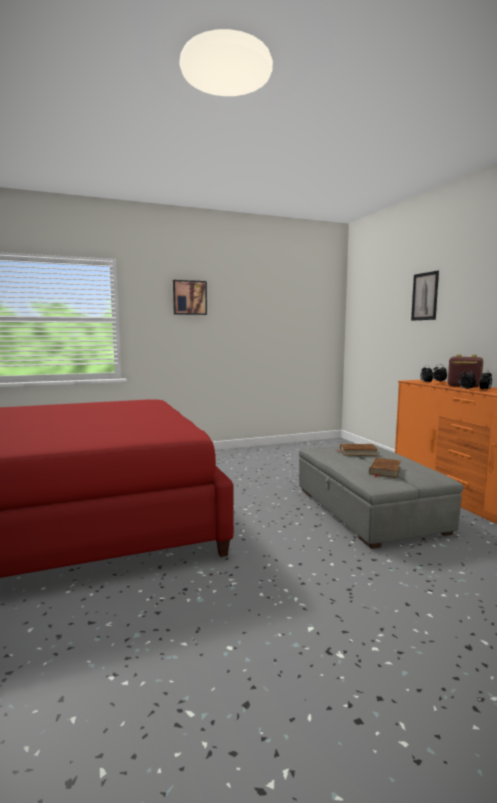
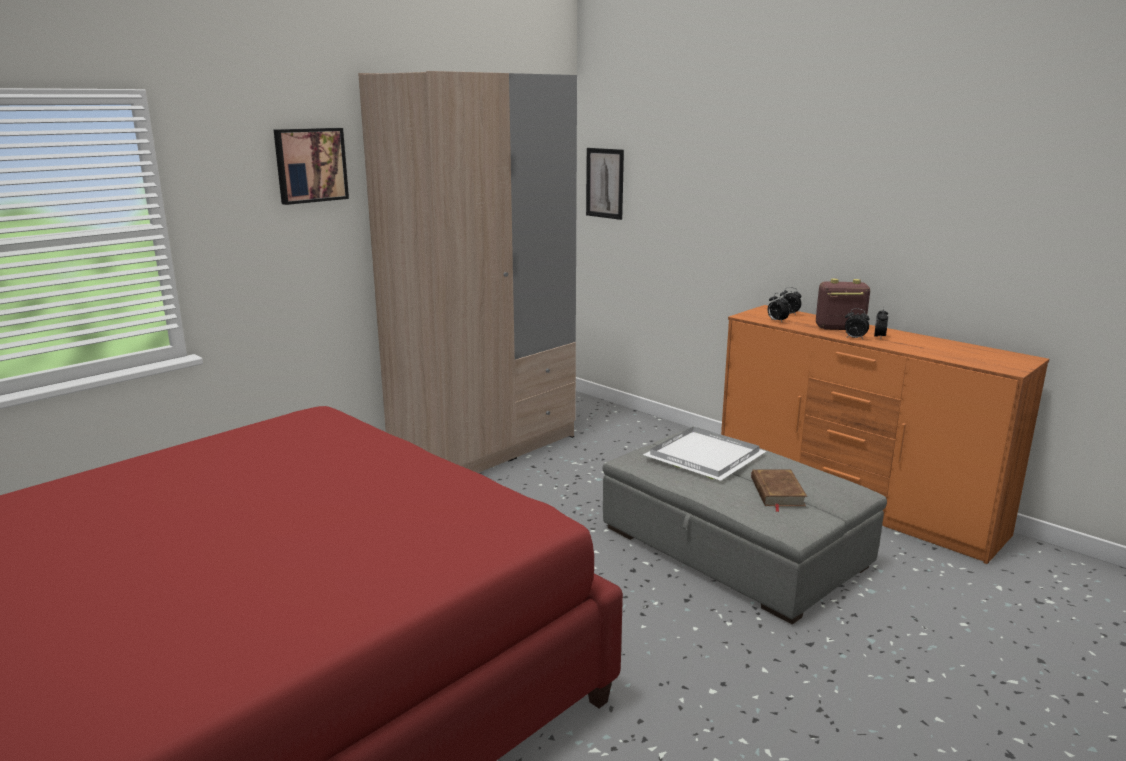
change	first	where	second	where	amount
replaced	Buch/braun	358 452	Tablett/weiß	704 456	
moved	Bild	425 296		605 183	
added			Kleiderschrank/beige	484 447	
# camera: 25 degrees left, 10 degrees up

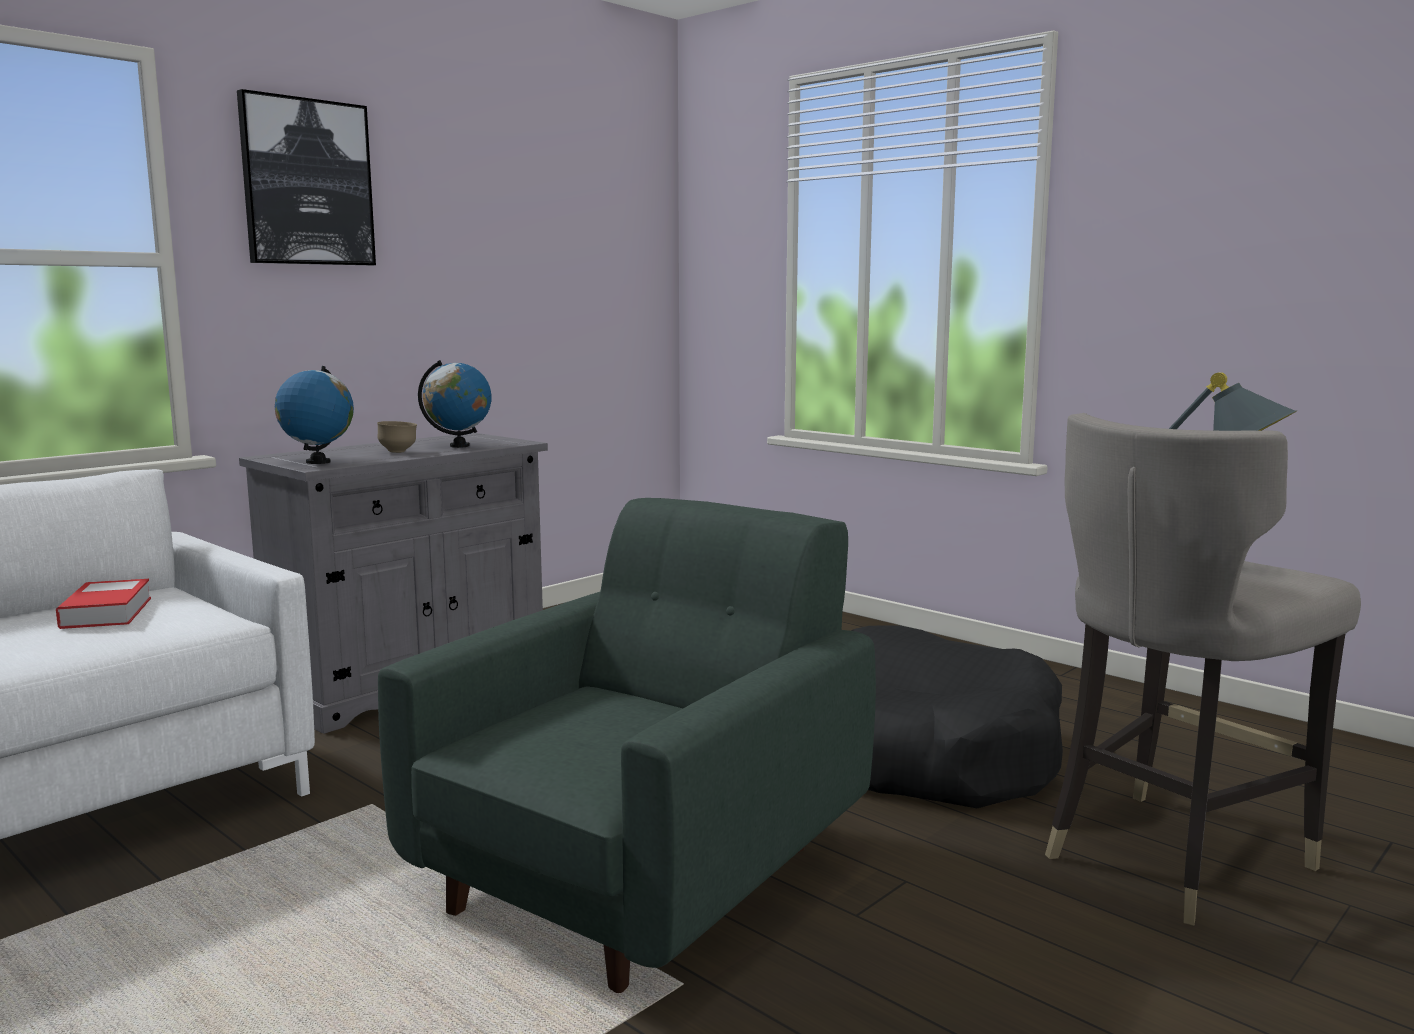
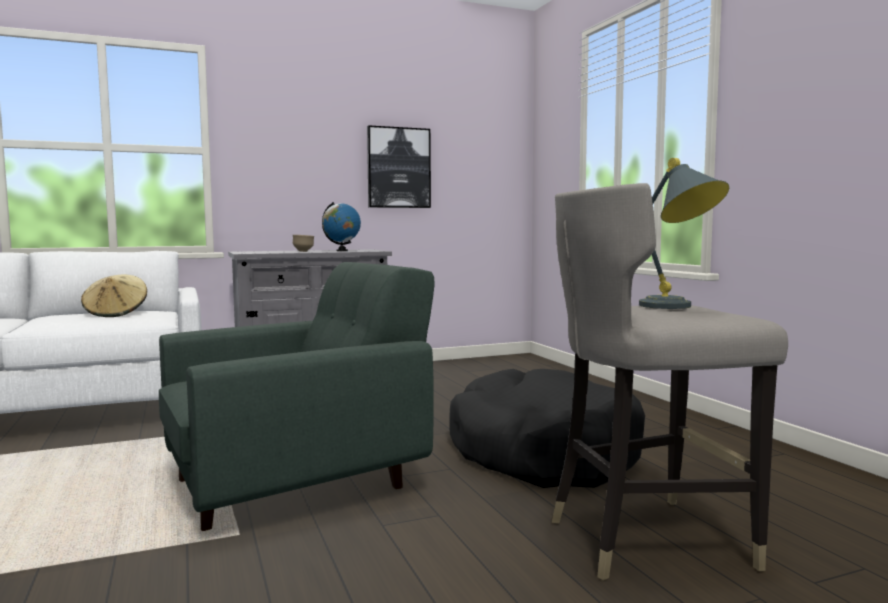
change	first	where	second	where	amount
replaced	Buch	106 613	Hut/beige	116 314	
moved	Bild	307 182		398 168	
removed	Globus	318 462			
# camera: 25 degrees right, 5 degrees down

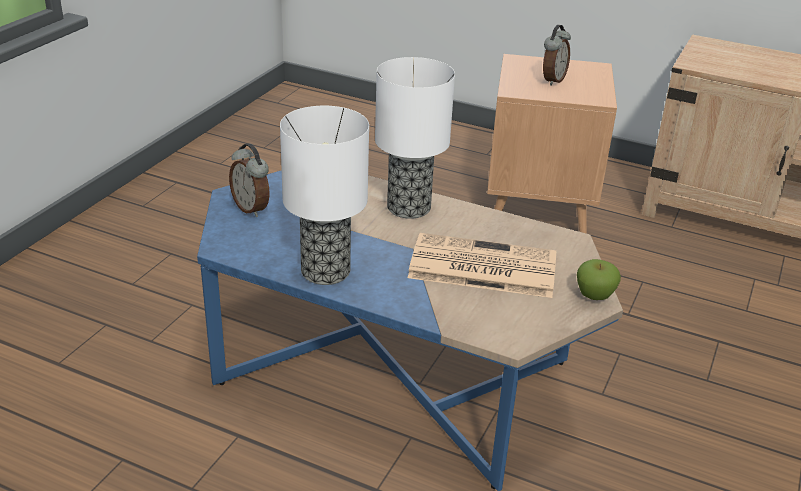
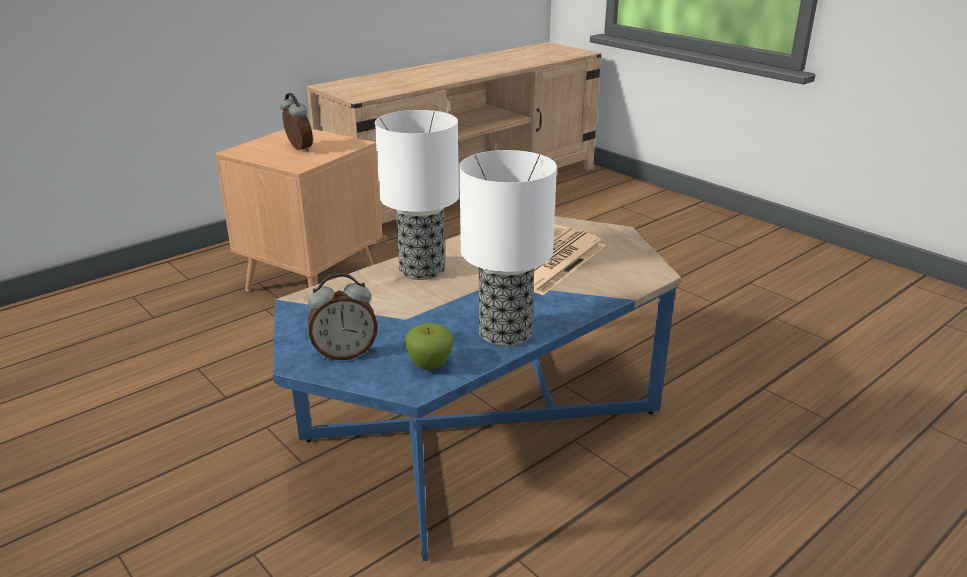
change	first	where	second	where	amount
moved	Apfel	594 296		429 365	
# camera: 65 degrees left, 5 degrees down

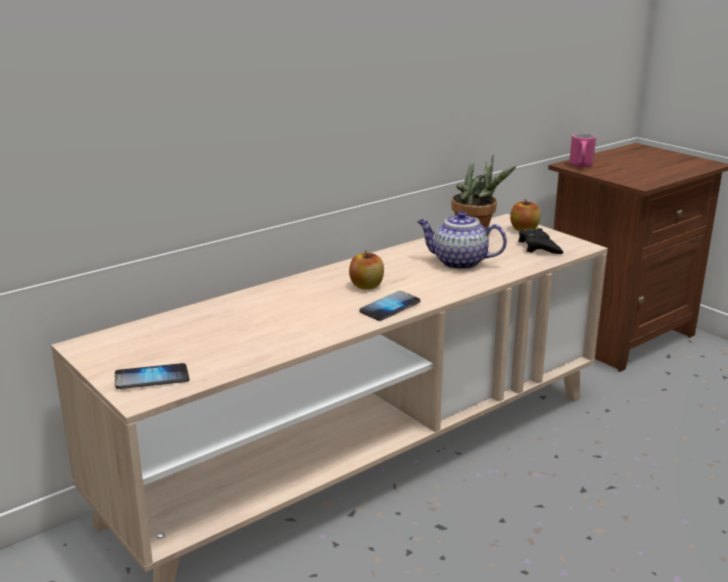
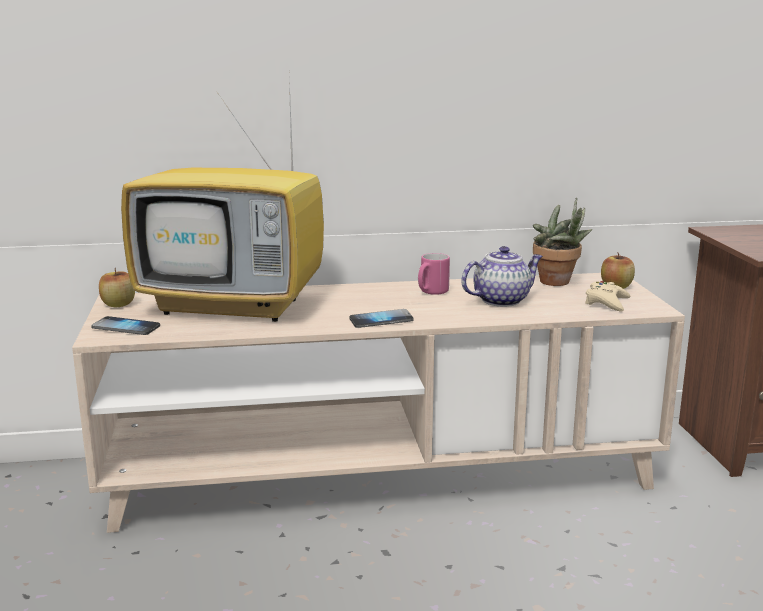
change	first	where	second	where	amount
moved	Apfel	366 286		118 304	
turned	Teekanne	458 263		502 300	105 degrees clockwise
recoloured	Gamepad/schwarz	539 247	Gamepad/beige	606 302	
moved	Henkelbecher/rosa	581 166		431 292	
added			Fernseher	236 306	
# camera: 30 degrees right, 5 degrees down

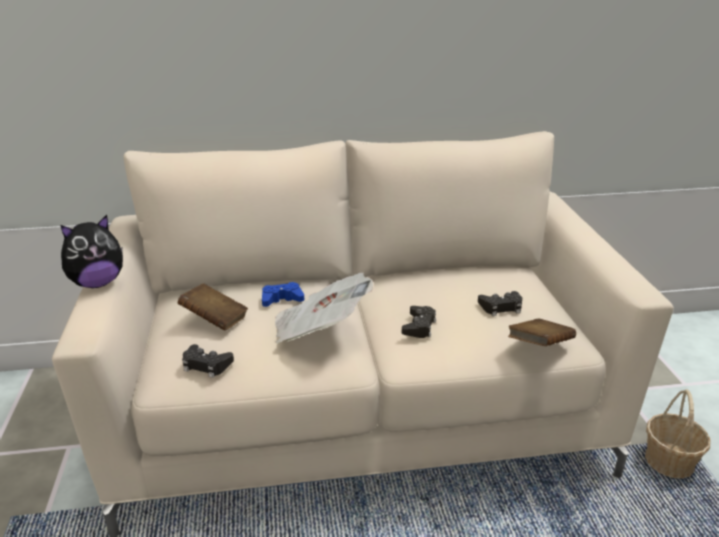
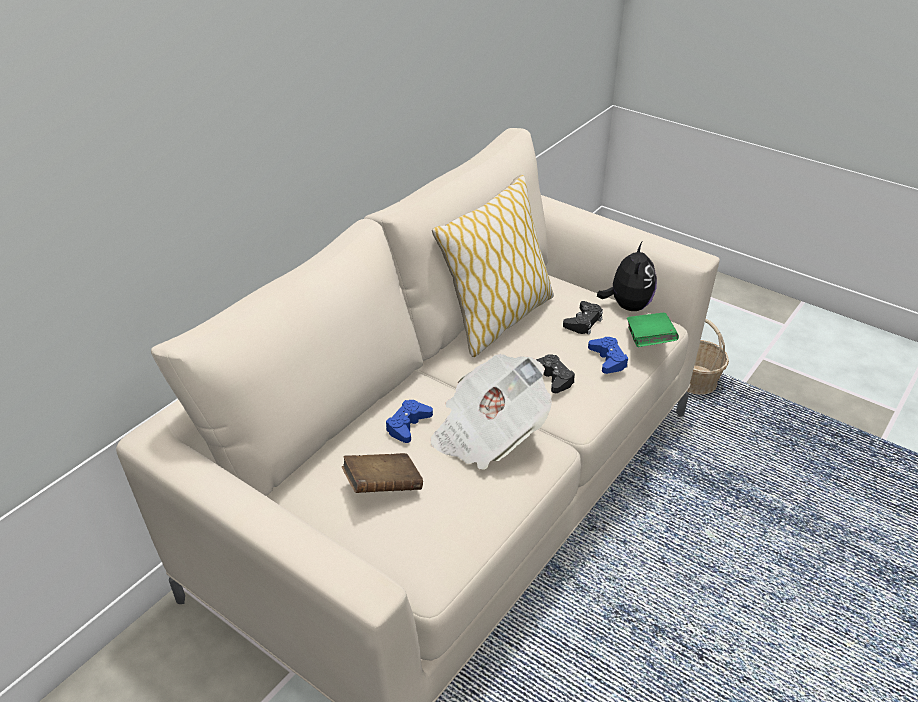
change	first	where	second	where	amount
moved	Plüschtier	97 283		627 306	
removed	Gamepad/schwarz	206 365			
recoloured	Buch/braun	539 346	Buch/grün	649 341	
added			Kissen	497 319	
added			Gamepad/blau	608 359	
# camera: 45 degrees left, 10 degrees up

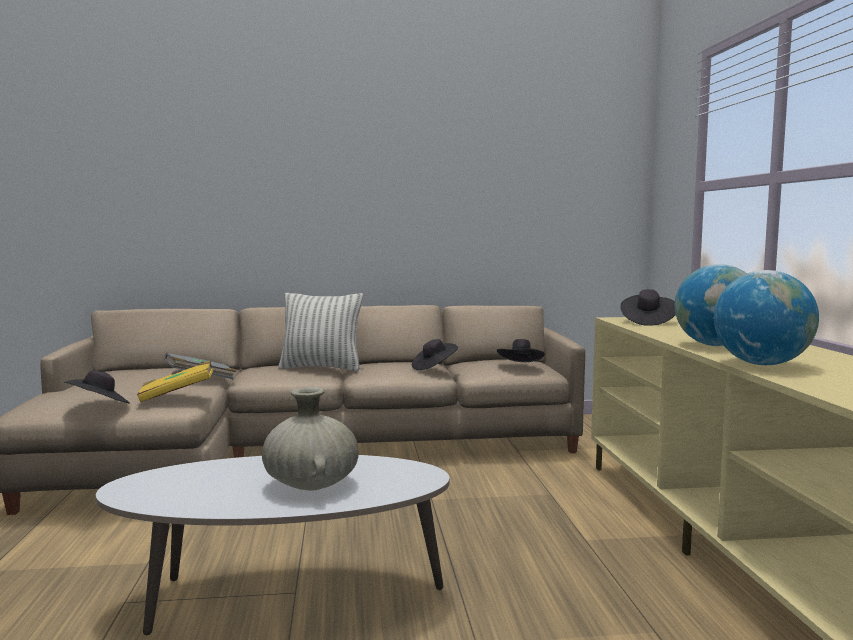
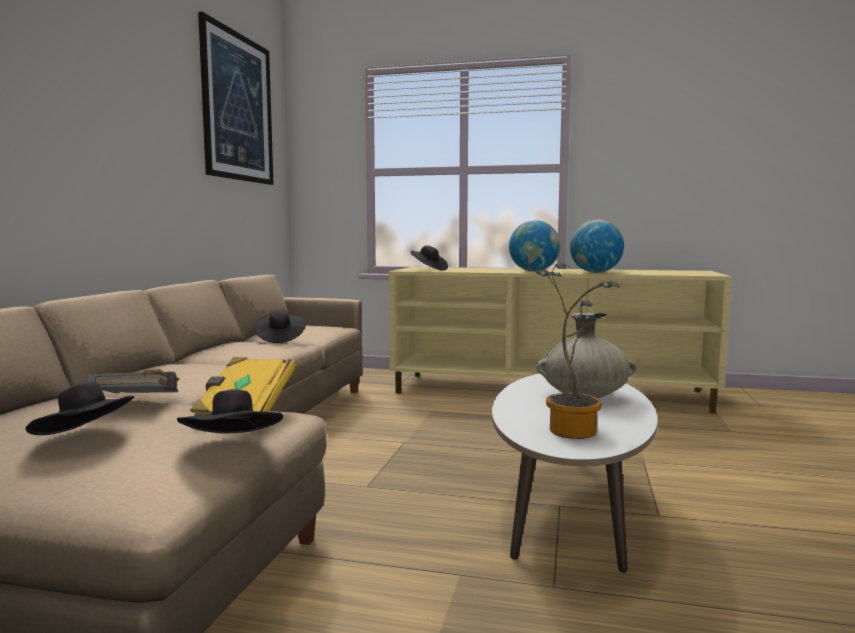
change	first	where	second	where	amount
removed	Kissen	321 368			
moved	Hut/schwarz	520 366		86 439	
added			Bild	237 107	
added			Topfpflanze	575 429	
# camera: 70 degrees left, 0 degrees up

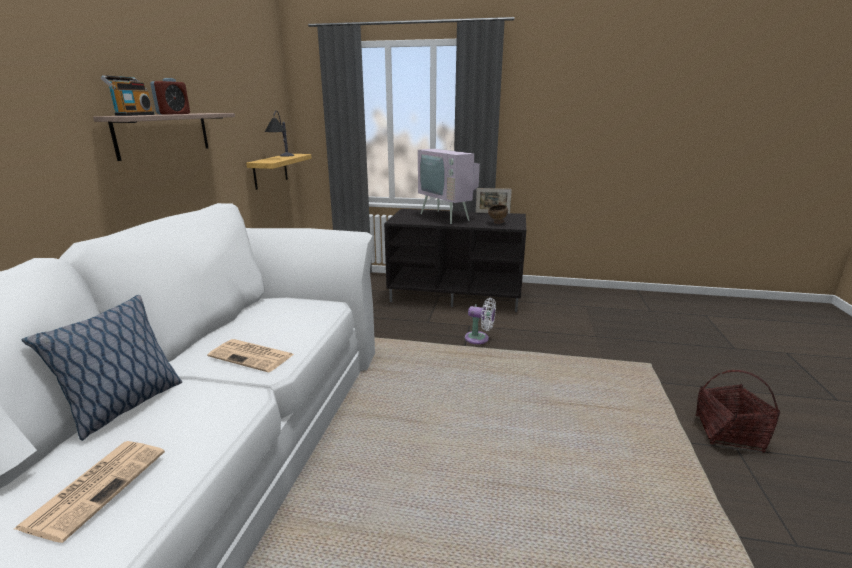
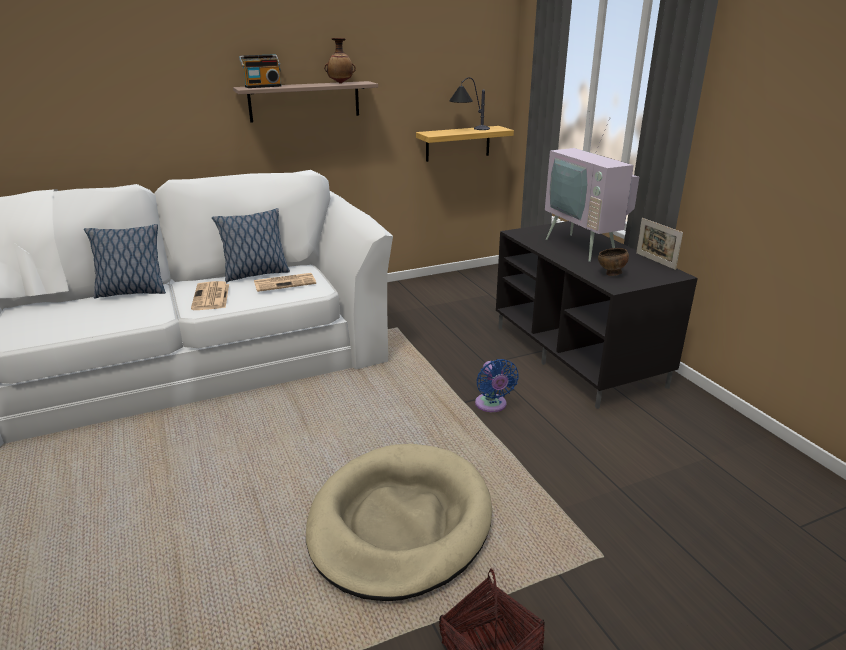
change	first	where	second	where	amount
moved	Zeitung	97 486		285 282	
removed	Wecker	174 114			
turned	Fernseher	448 216		585 246	45 degrees counterclockwise
recoloured	Ventilator/weiß	479 338	Ventilator/blau	492 405	
added			Kissen	255 274	
added			Hundebett/beige	400 523	
added			Vase	340 83	
# camera: 55 degrees right, 5 degrees up

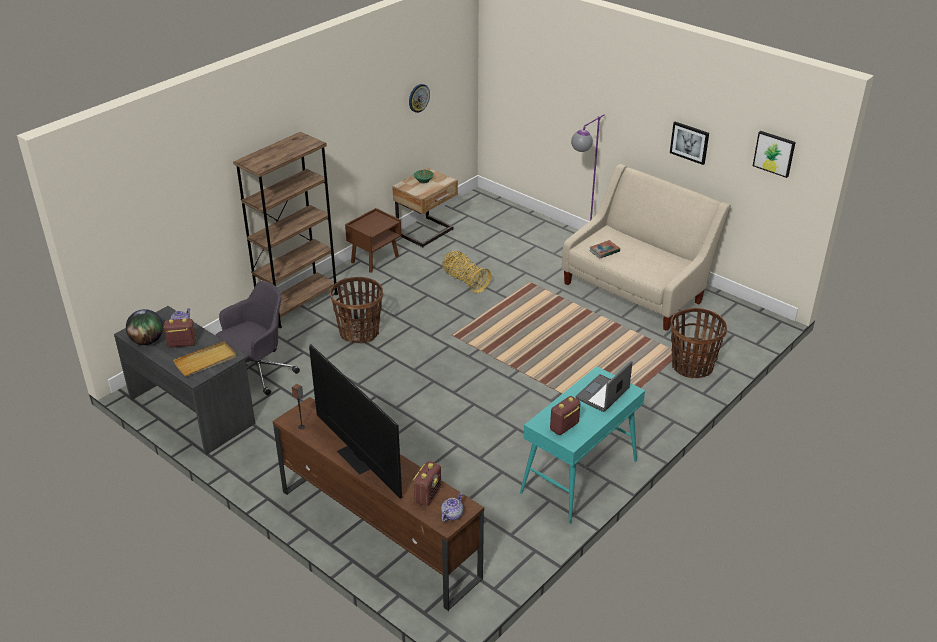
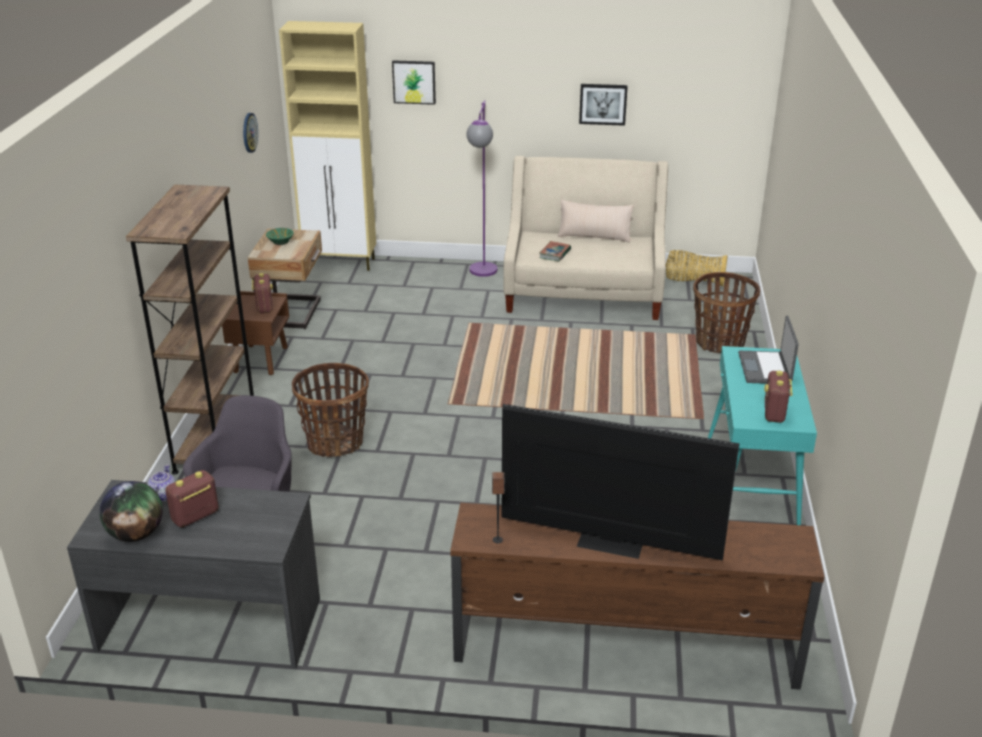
change	first	where	second	where	amount
removed	Tablett/beige	206 361			
moved	Radio	428 495		264 307	
removed	Teekanne	451 515			
moved	Korb	465 281		694 281	
moved	Bild	774 153		414 82	
added			Schrank/beige	341 263	
added			Kissen/beige	594 236	
# camera: 35 degrees left, 5 degrees down

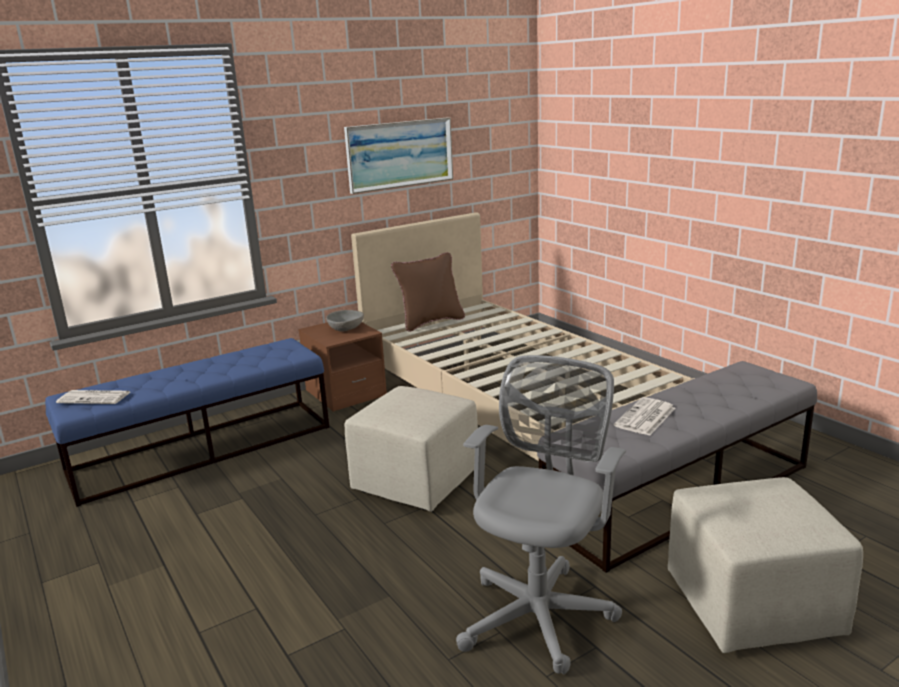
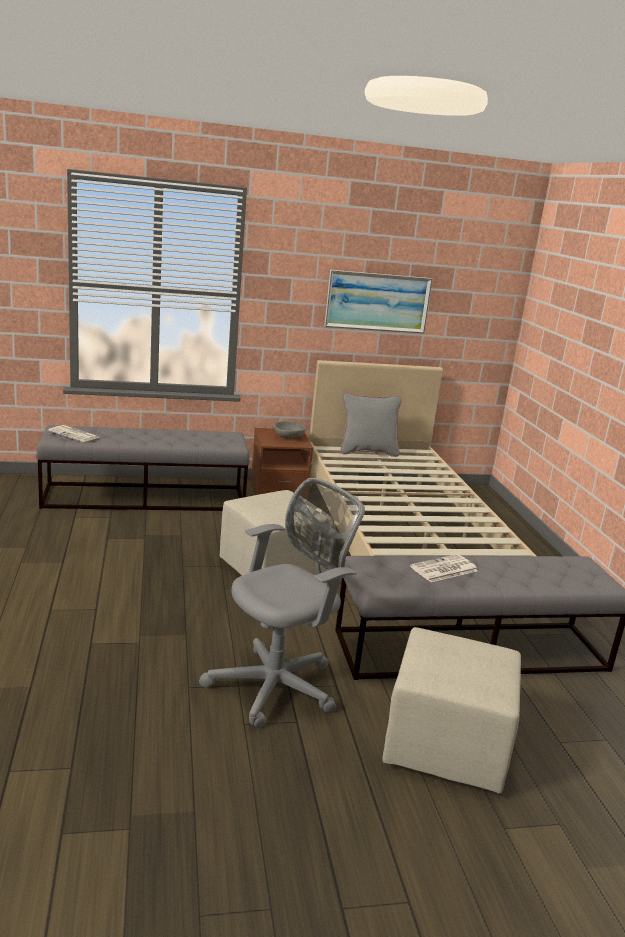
change	first	where	second	where	amount
recoloured	Bank/blau	203 448	Bank/grau	146 498	
recoloured	Kissen/braun	430 322	Kissen/grau	367 452	
# camera: 20 degrees right, 0 degrees up

